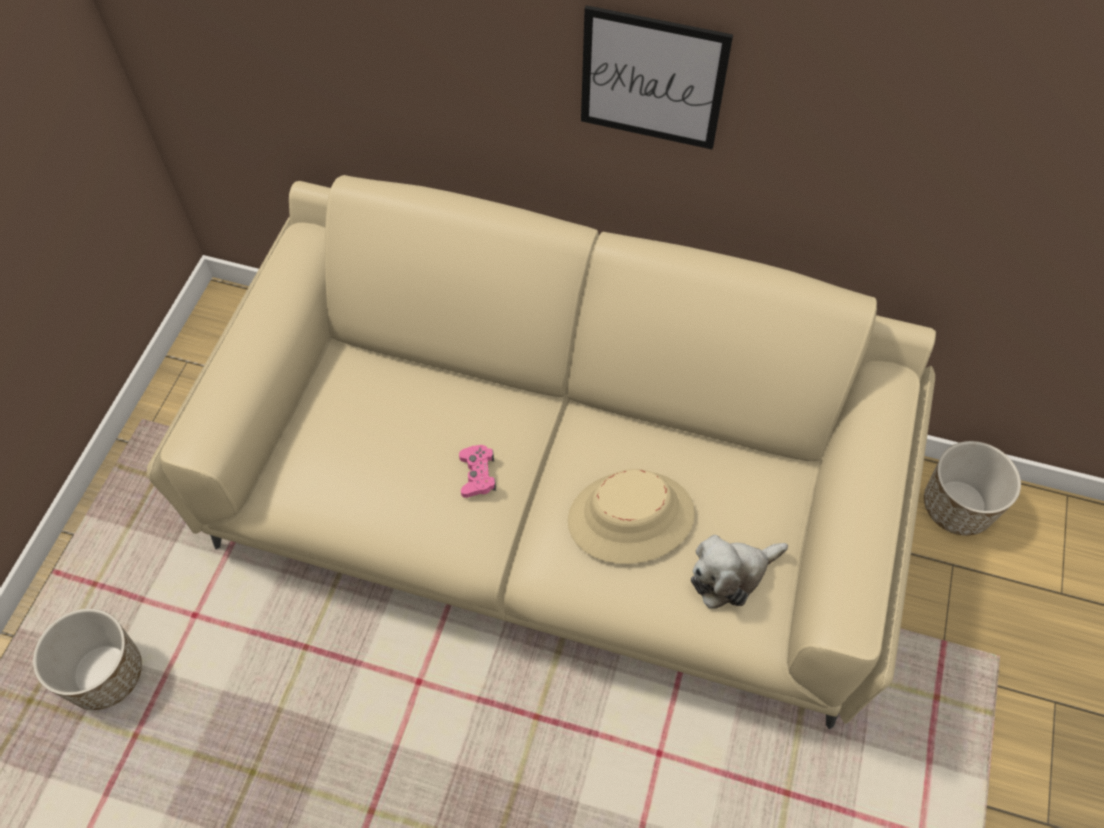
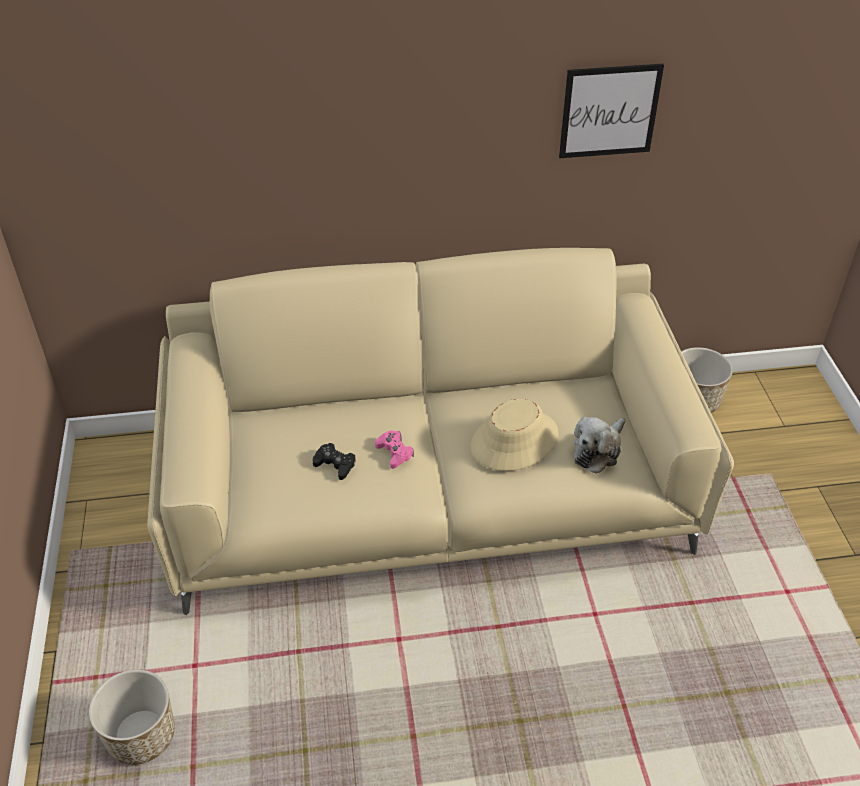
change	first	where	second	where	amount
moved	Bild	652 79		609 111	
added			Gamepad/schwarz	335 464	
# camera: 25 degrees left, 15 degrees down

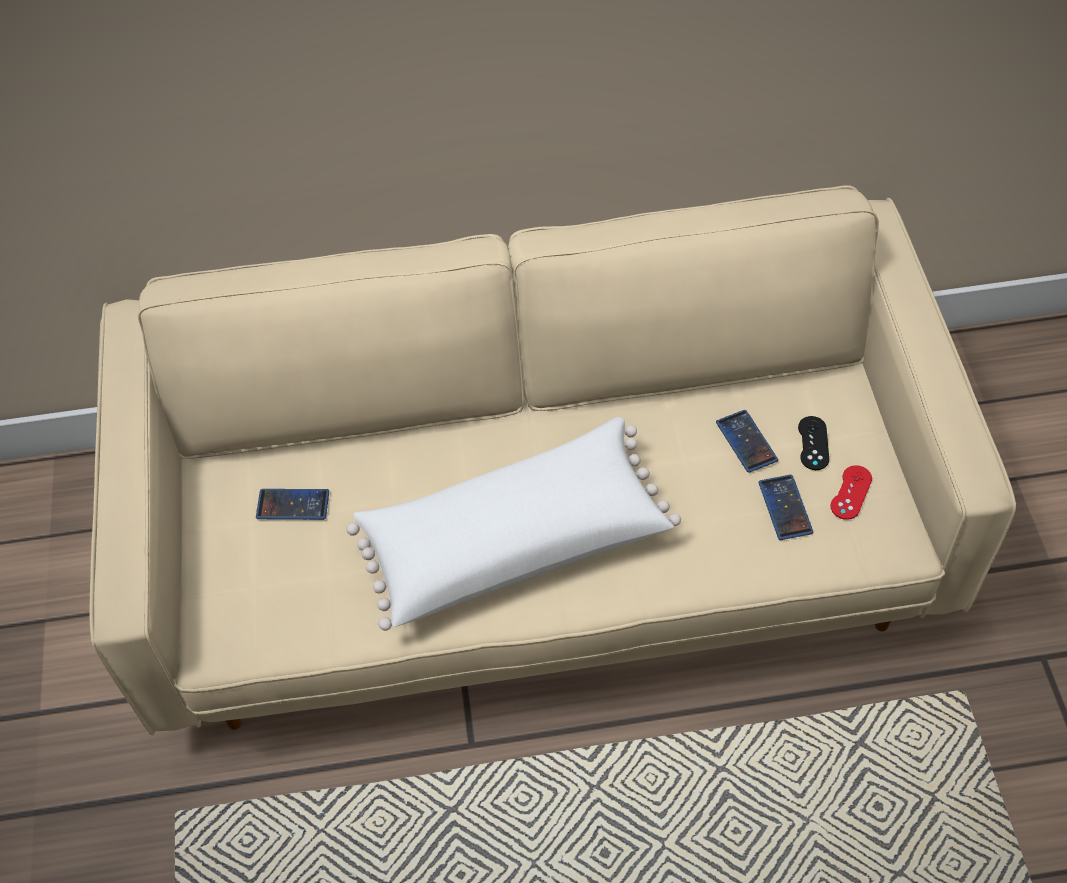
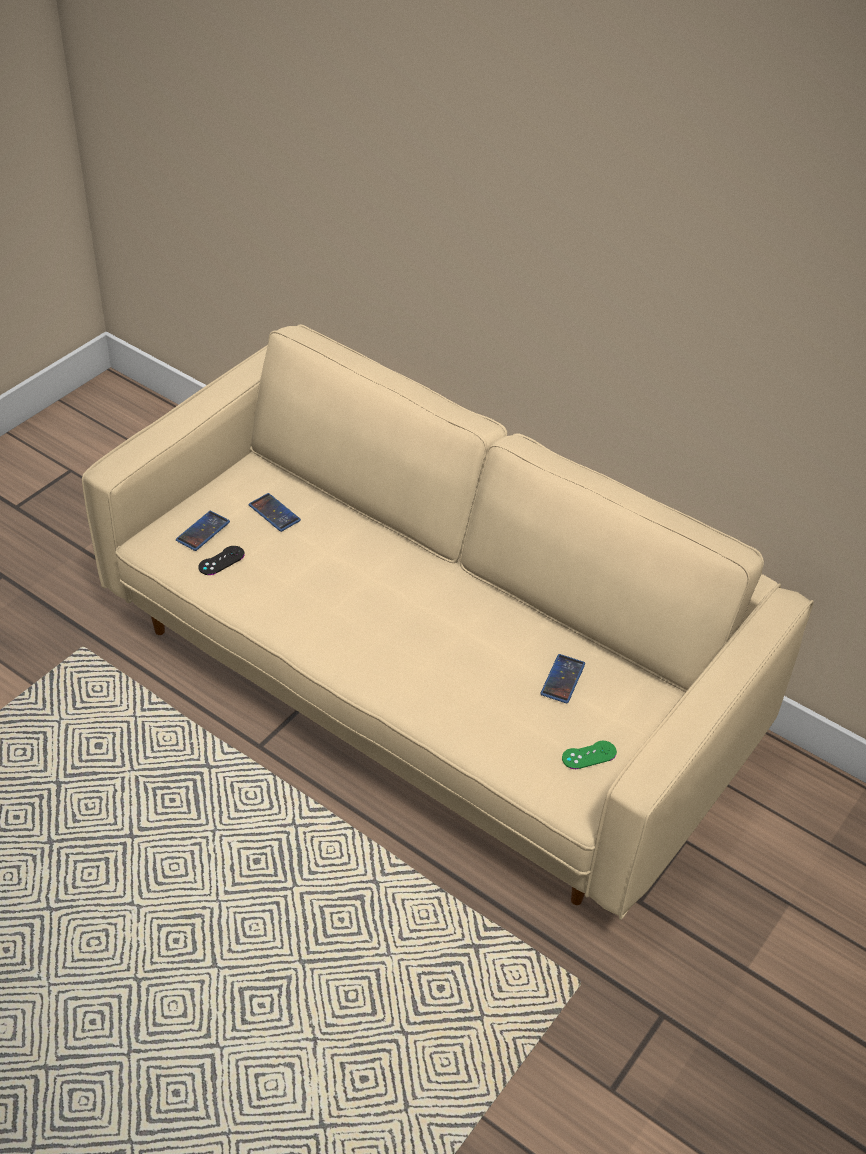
change	first	where	second	where	amount
removed	Kissen/weiß	513 540			
moved	Handy	785 508		203 531	
moved	Gamepad/schwarz	813 443		221 560	
recoloured	Gamepad/rot	851 492	Gamepad/grün	589 755	
# camera: 40 degrees right, 10 degrees down

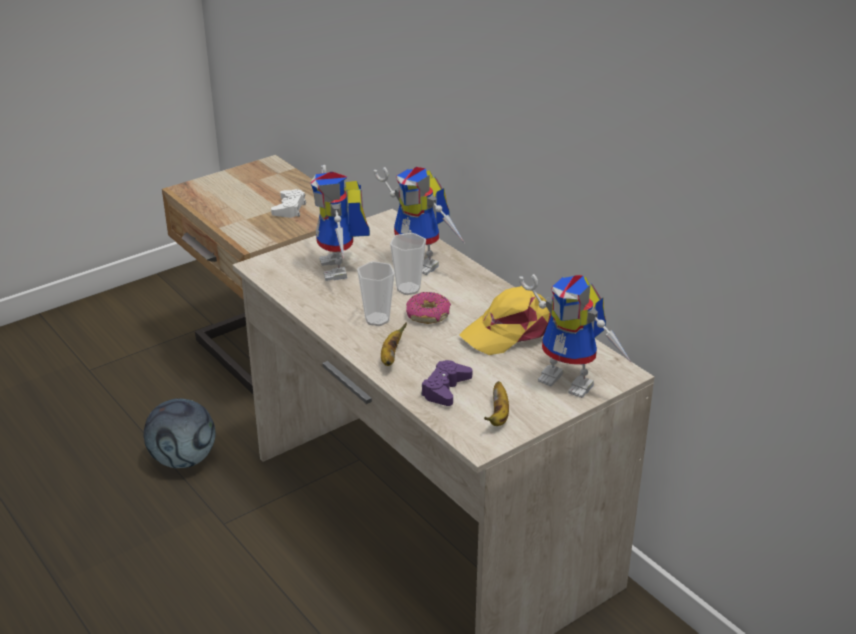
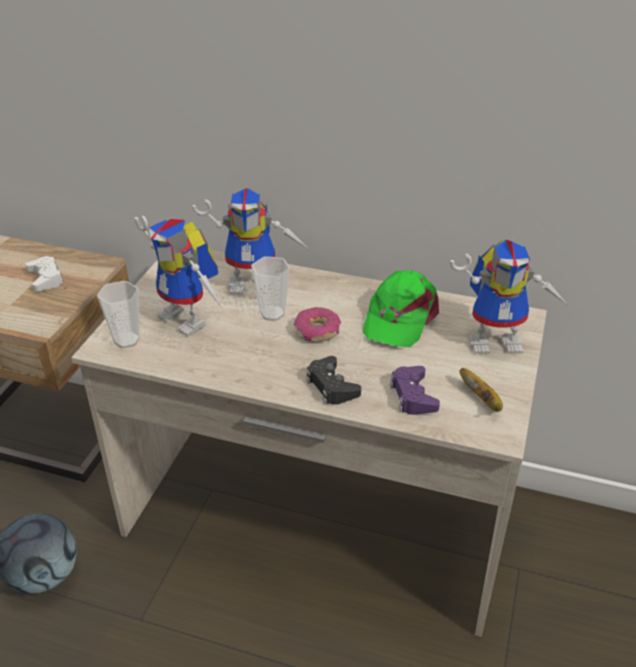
change	first	where	second	where	amount
moved	Tasse	377 319		126 340	
replaced	Banane	390 356	Gamepad/schwarz	331 386	
recoloured	Kappe/gelb	509 330	Kappe/grün	399 317	
# camera: 35 degrees left, 5 degrees up

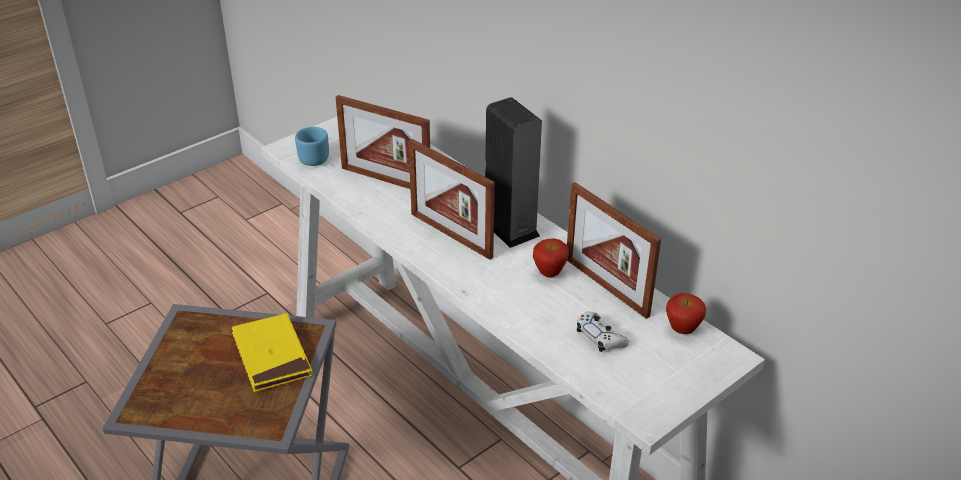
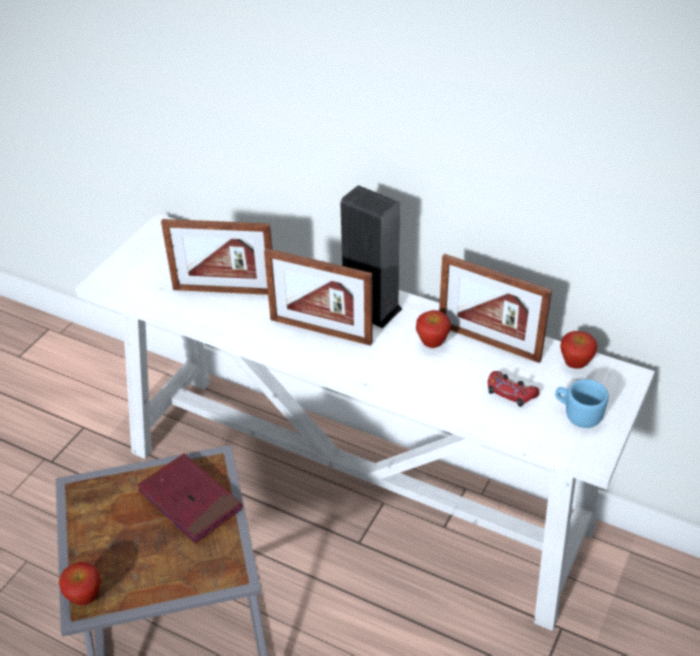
change	first	where	second	where	amount
recoloured	Buch/gelb	272 355	Buch/rot	190 501	
moved	Henkelbecher/blau	311 157		577 414	
recoloured	Gamepad/weiß	600 337	Gamepad/rot	511 392	
added			Apfel	85 598	
# camera: 20 degrees left, 5 degrees up

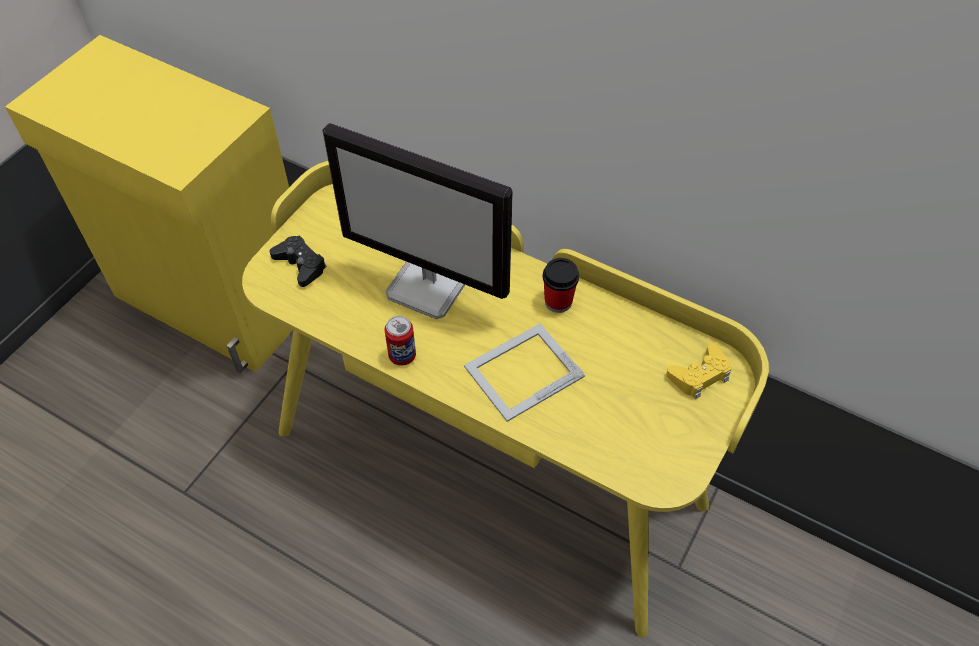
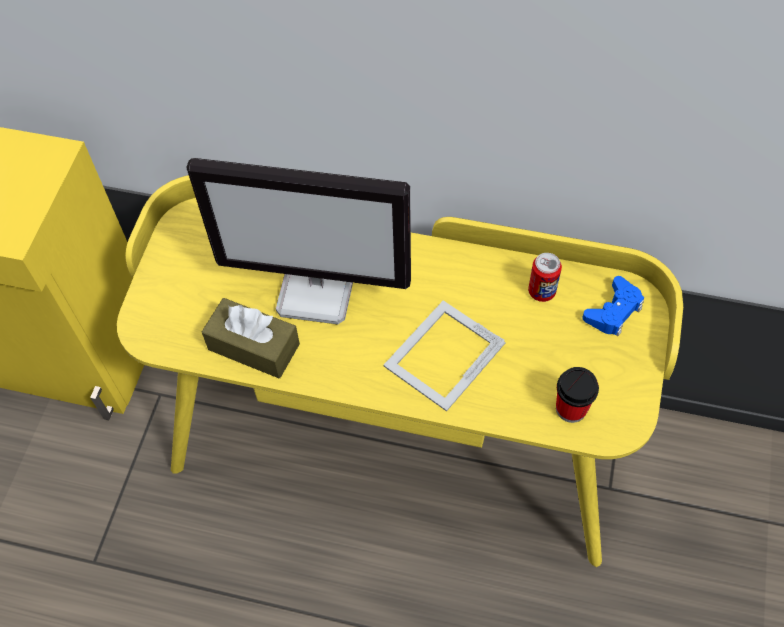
change	first	where	second	where	amount
removed	Gamepad/schwarz	300 265			
moved	Dose	402 356		541 291	
moved	Tasse	558 301		571 408	
recoloured	Gamepad/gelb	699 375	Gamepad/blau	613 311	
added			Taschentuchbox/braun	253 346	
# camera: 15 degrees left, 5 degrees up

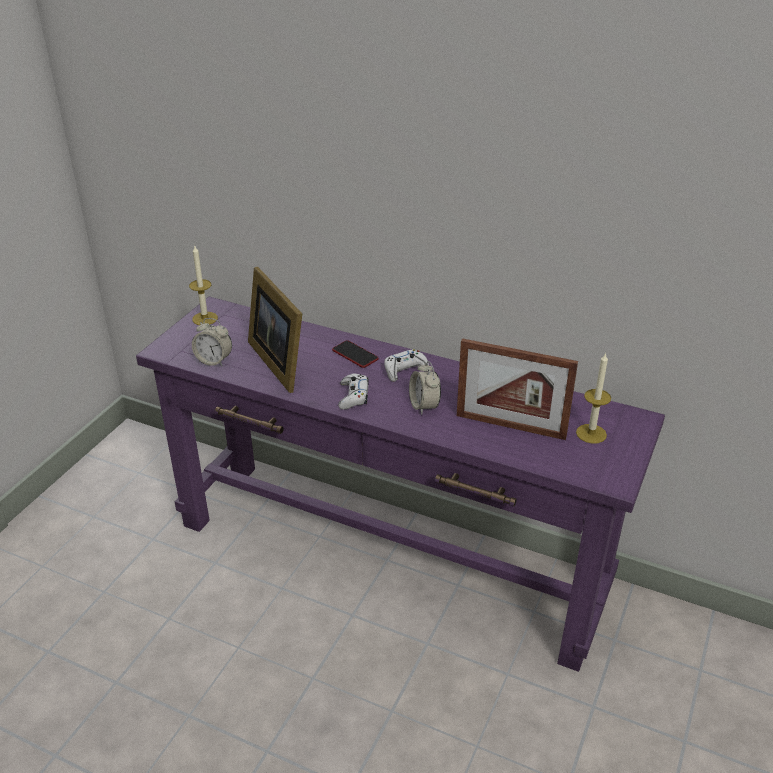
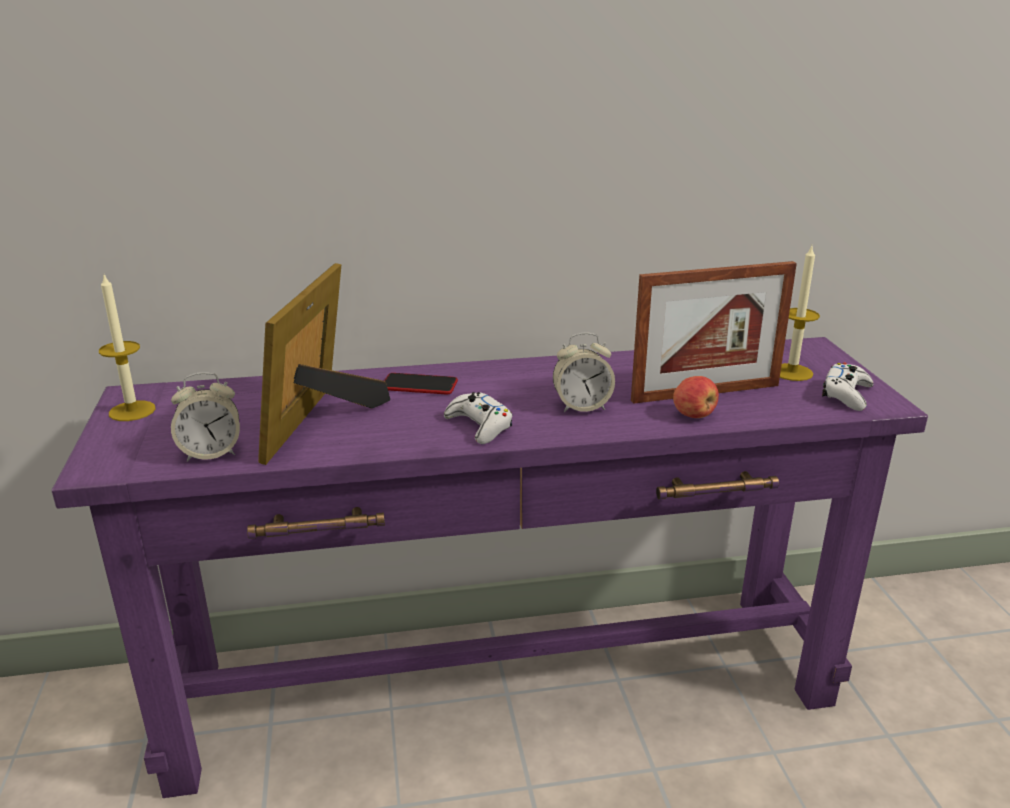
change	first	where	second	where	amount
turned	Bilderrahmen	280 361		320 421	75 degrees clockwise
moved	Gamepad/weiß	405 370		846 395	
turned	Wecker	424 406		582 406	45 degrees counterclockwise
added			Apfel	694 415	
# camera: 35 degrees left, 10 degrees down

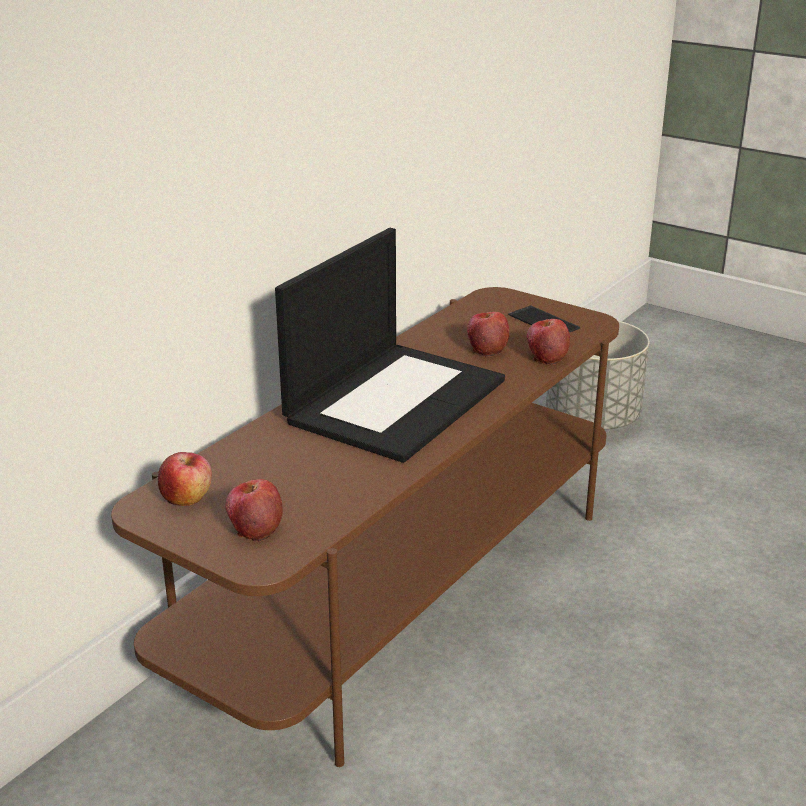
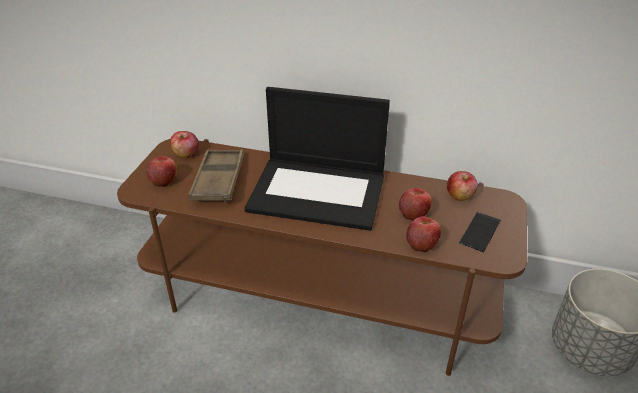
change	first	where	second	where	amount
added			Tablett/braun	218 180	
added			Apfel	460 196	
# camera: 70 degrees right, 10 degrees up

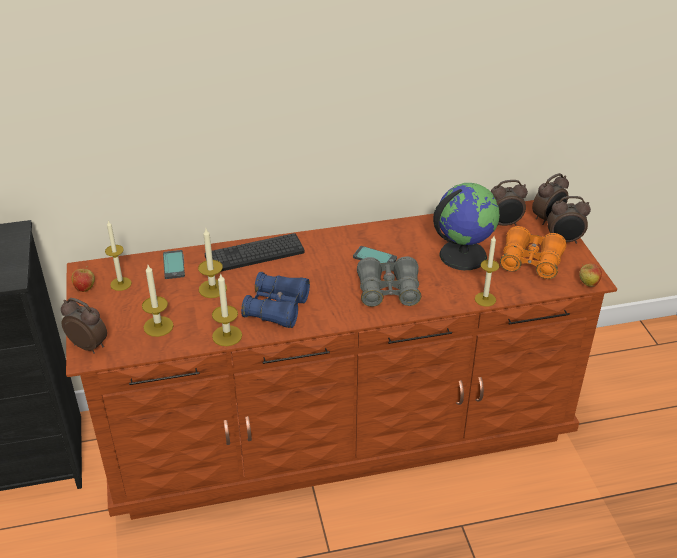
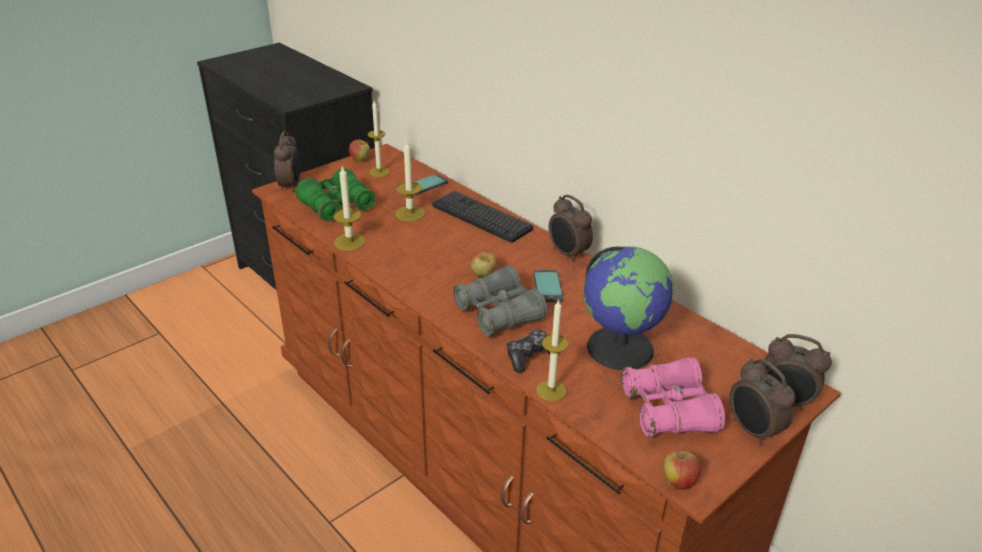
change	first	where	second	where	amount
replaced	Kerze	158 326	Fernglas/grün	337 206	
removed	Fernglas/blau	277 308			
moved	Wecker	504 224		567 254	
recoloured	Fernglas/orange	531 262	Fernglas/rosa	669 410	
added			Apfel	483 275	
added			Gamepad	529 356	
# camera: 60 degrees right, 5 degrees down

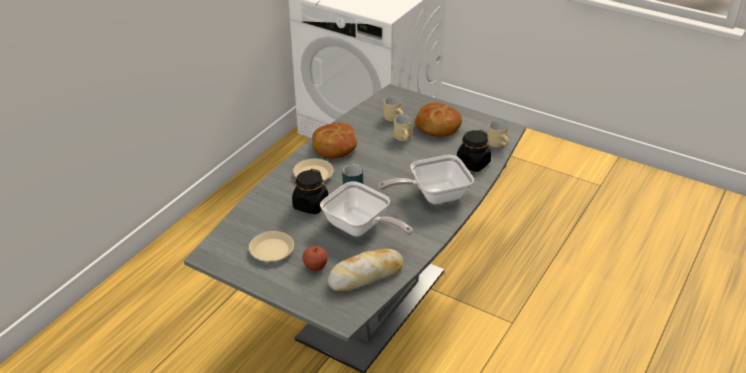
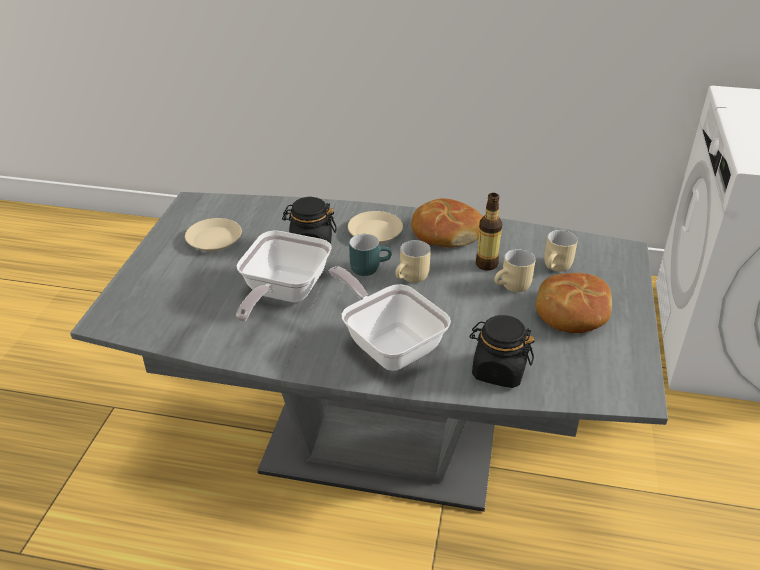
change	first	where	second	where	amount
removed	Apfel	315 267			
removed	Brot	366 275			
moved	Henkelbecher/beige	499 144		412 278	
added			Flasche	486 264	
# camera: 70 degrees right, 0 degrees up

